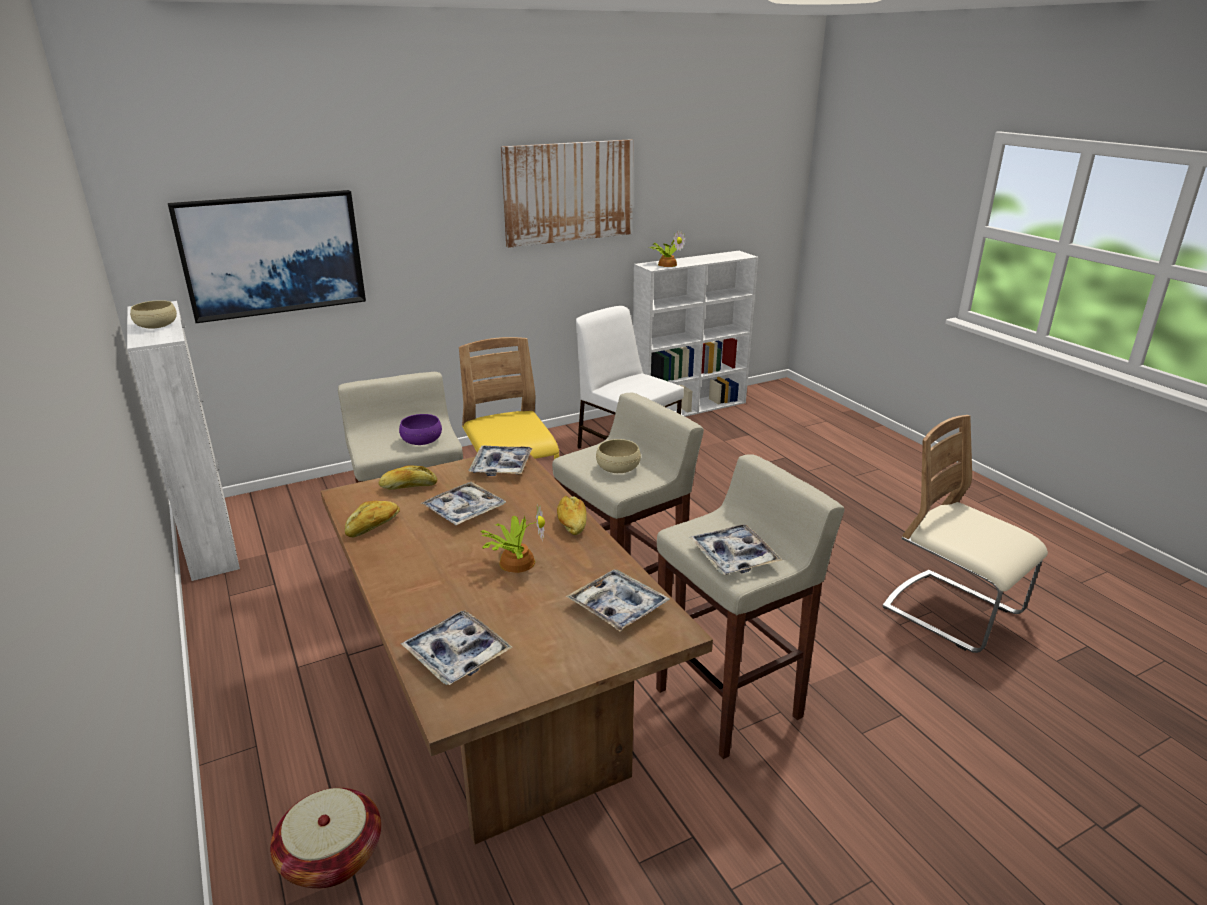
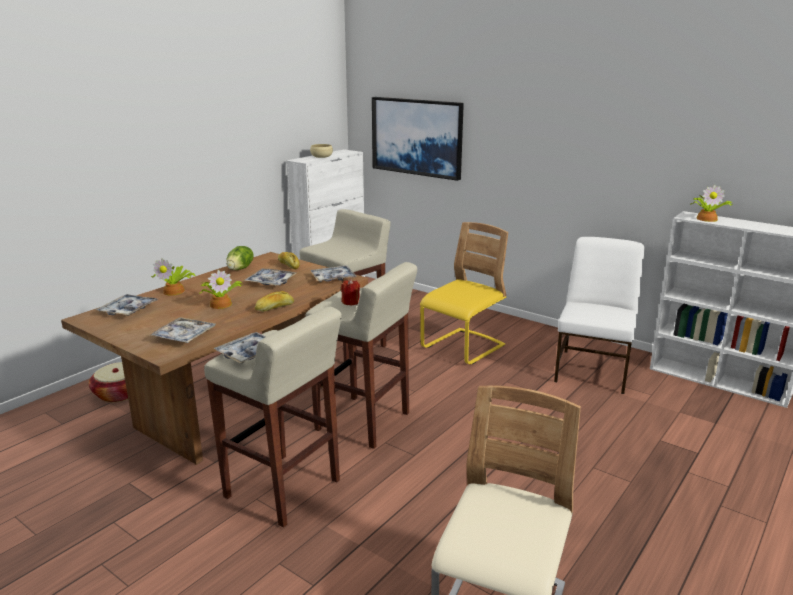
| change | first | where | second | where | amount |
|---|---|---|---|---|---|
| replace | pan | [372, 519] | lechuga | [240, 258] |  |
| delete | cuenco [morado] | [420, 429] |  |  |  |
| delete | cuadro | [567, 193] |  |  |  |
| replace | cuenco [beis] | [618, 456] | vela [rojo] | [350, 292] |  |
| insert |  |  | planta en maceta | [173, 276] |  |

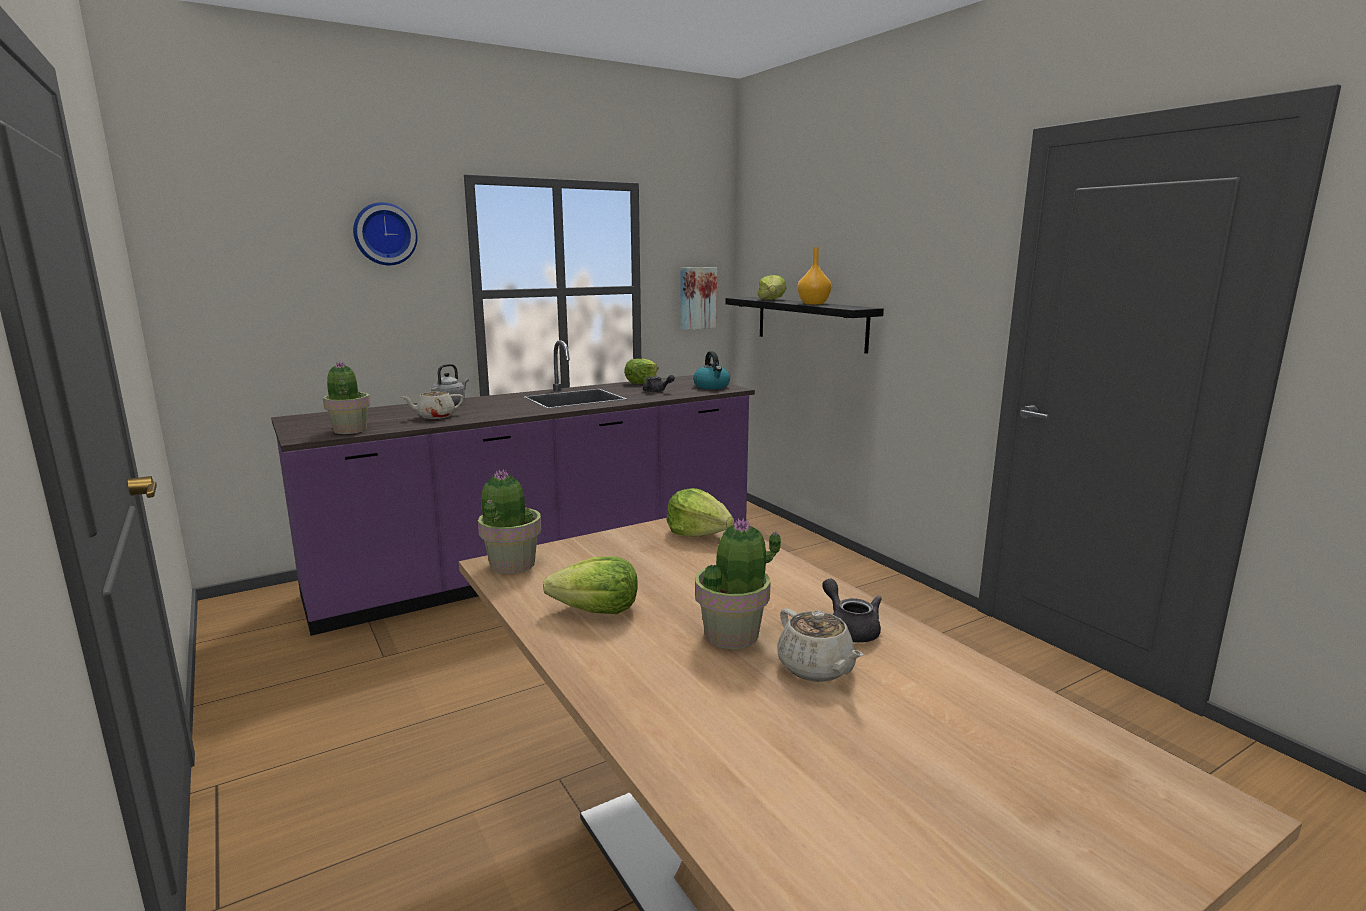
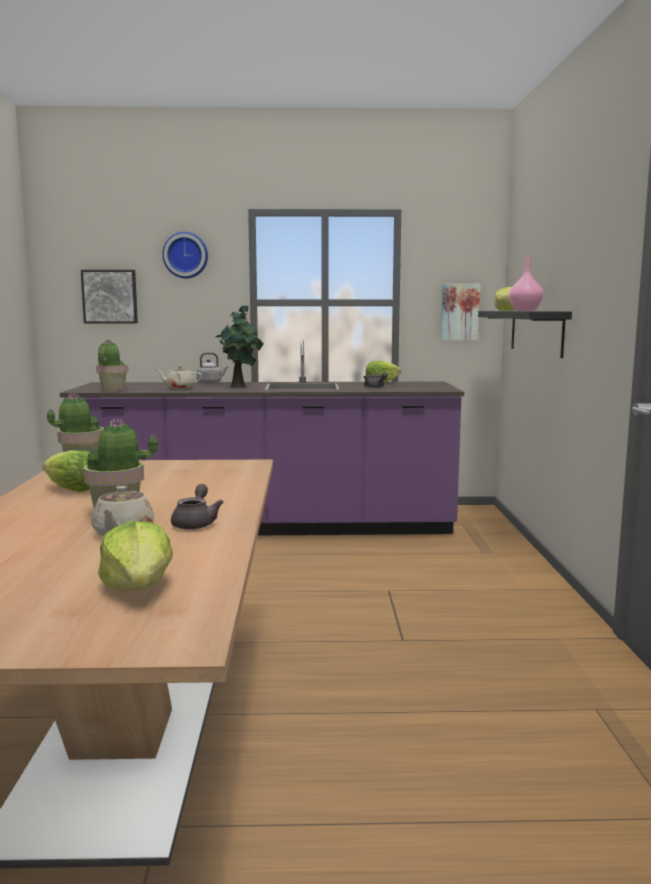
| change | first | where | second | where | amount |
|---|---|---|---|---|---|
| move | lechuga | [700, 512] |  | [135, 556] |  |
| delete | hervidor | [711, 370] |  |  |  |
| recolor | florero [naranja] | [814, 276] | florero [rosa] | [526, 283] |  |
| insert |  |  | cuadro | [109, 296] |  |
| insert |  |  | planta en maceta | [239, 347] |  |

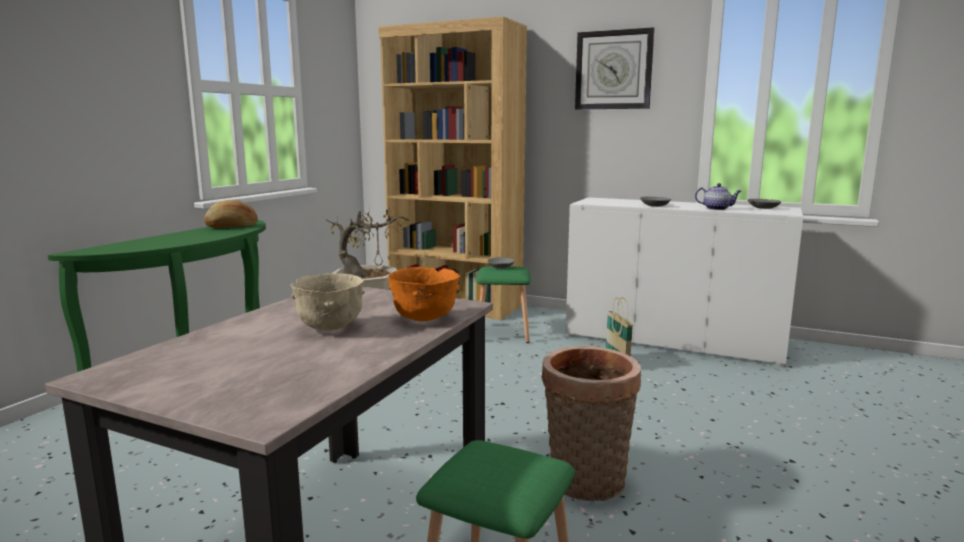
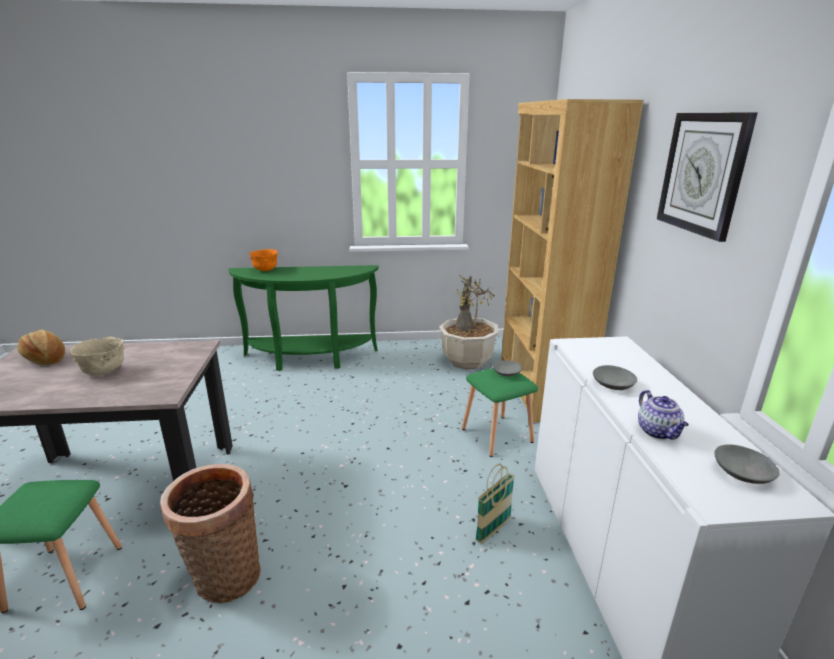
| change | first | where | second | where | amount |
|---|---|---|---|---|---|
| move | pan | [231, 214] |  | [41, 347] |  |
| move | cuenco [naranja] | [424, 294] |  | [264, 260] |  |

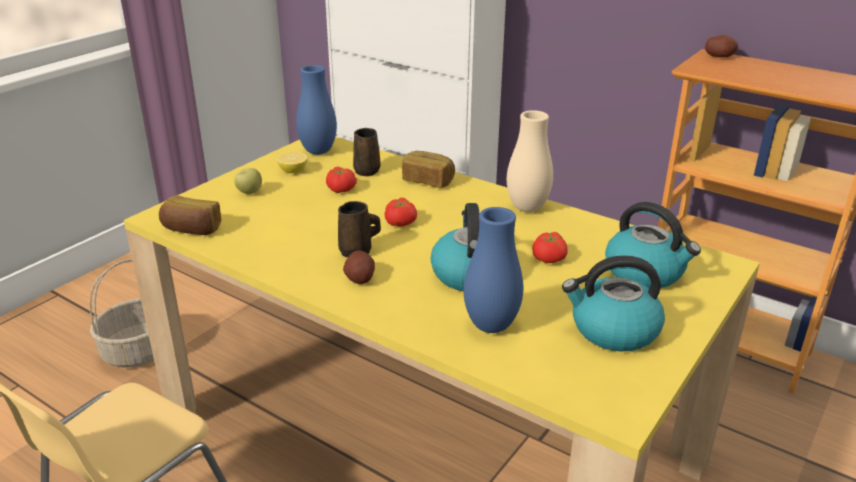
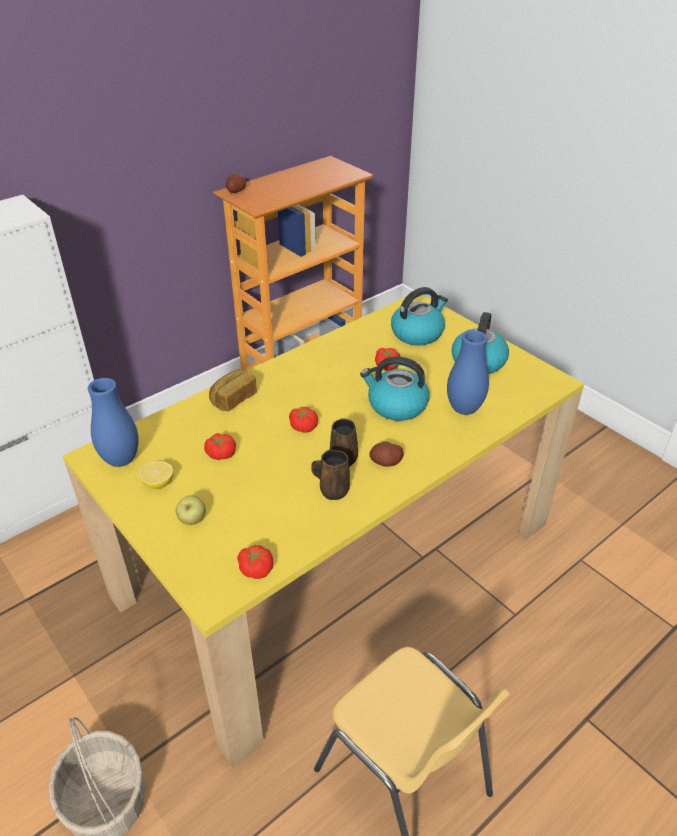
| change | first | where | second | where | amount |
|---|---|---|---|---|---|
| replace | pan | [190, 215] | tomate | [255, 562] |  |
| move | taza grande [marrón] | [366, 152] |  | [330, 475] |  |
| delete | florero [beis] | [530, 161] |  |  |  |

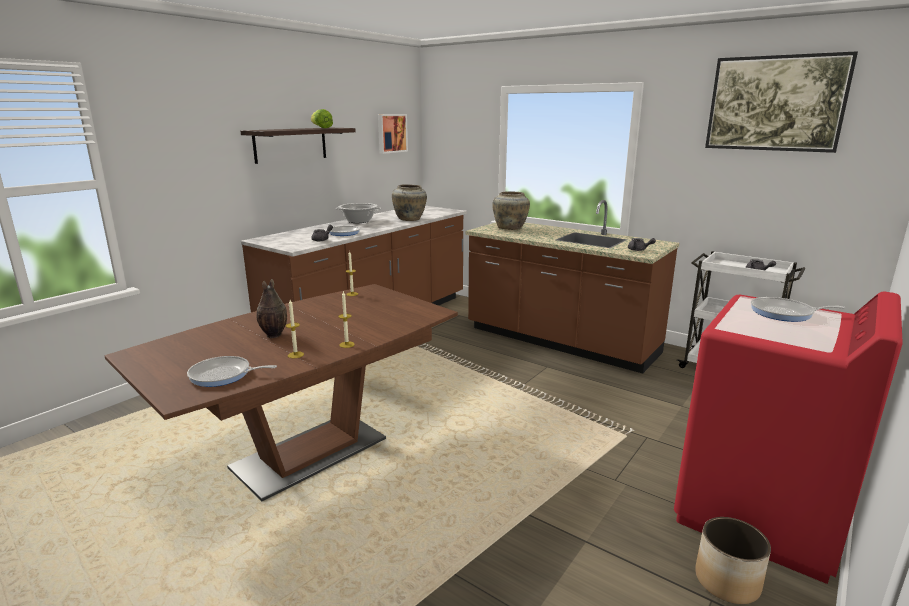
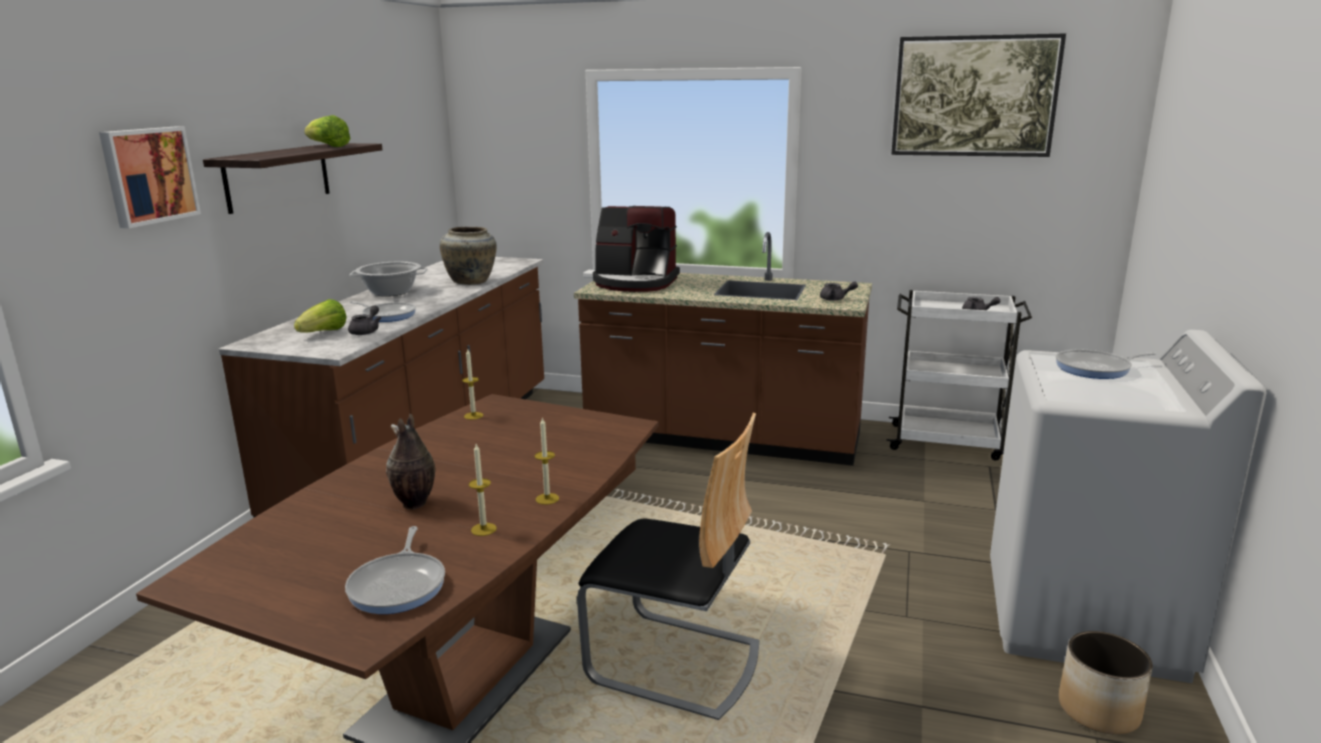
| change | first | where | second | where | amount |
|---|---|---|---|---|---|
| rotate | sartén | [232, 371] |  | [395, 570] | 75 degrees counterclockwise |
| move | cuadro | [393, 134] |  | [150, 177] |  |
| replace | florero [beis] | [511, 210] | cafetera | [636, 249] |  |
| recolor | lavadora [rojo] | [788, 438] | lavadora [blanco] | [1128, 506] |  |
| insert |  |  | lechuga | [320, 316] |  |
| insert |  |  | silla | [668, 566] |  |

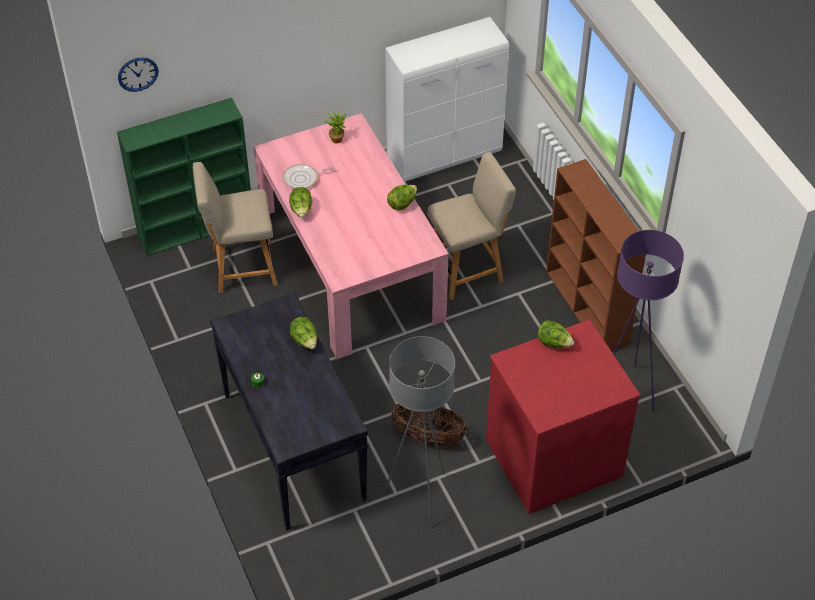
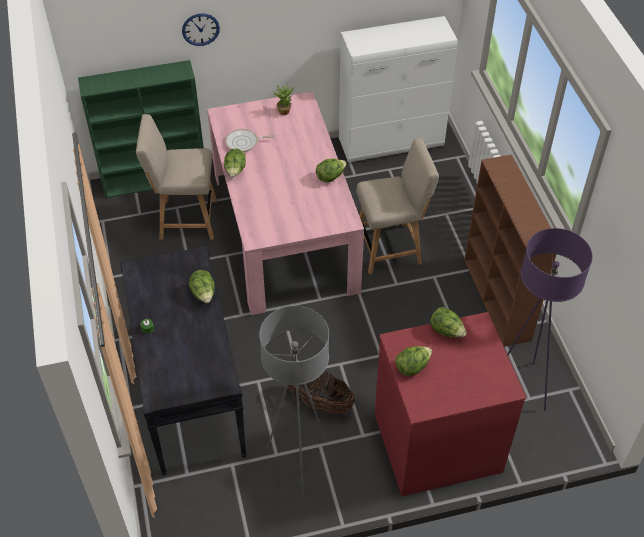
| change | first | where | second | where | amount |
|---|---|---|---|---|---|
| move | reloj de pared | [138, 74] |  | [201, 30] |  |
| insert |  |  | lechuga | [413, 361] |  |

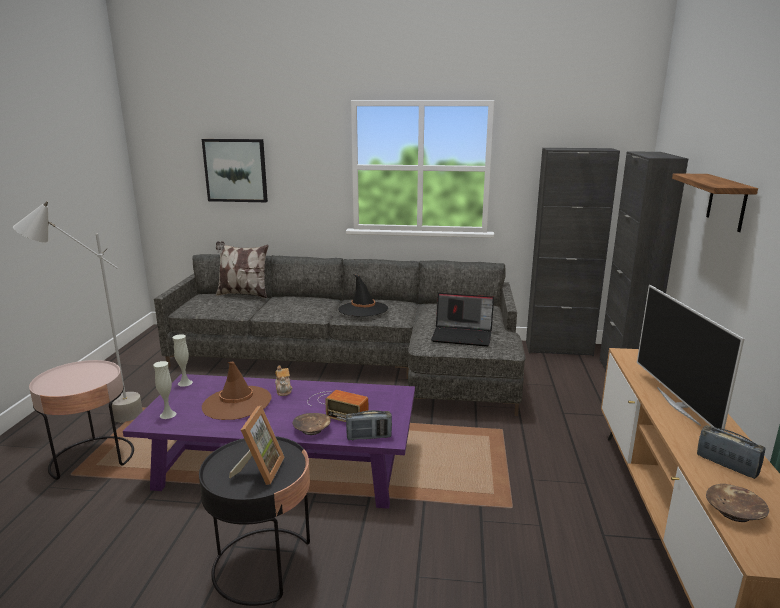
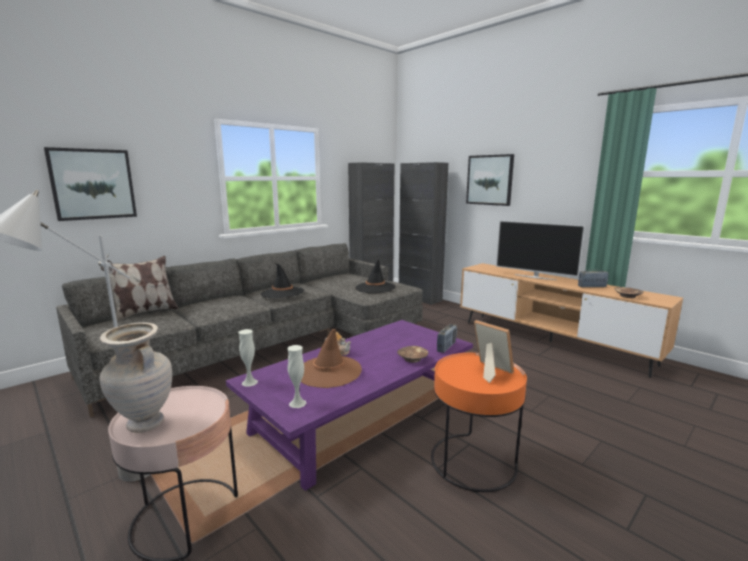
| change | first | where | second | where | amount |
|---|---|---|---|---|---|
| recolor | mesa auxiliar [negro] | [254, 521] | mesa auxiliar [naranja] | [479, 422] |  |
| delete | radio | [338, 406] |  |  |  |
| replace | portátil | [462, 320] | sombrero [negro] | [375, 276] |  |
| replace | estante | [715, 202] | cuadro | [490, 180] |  |
| insert |  |  | florero [beis] | [136, 377] |  |

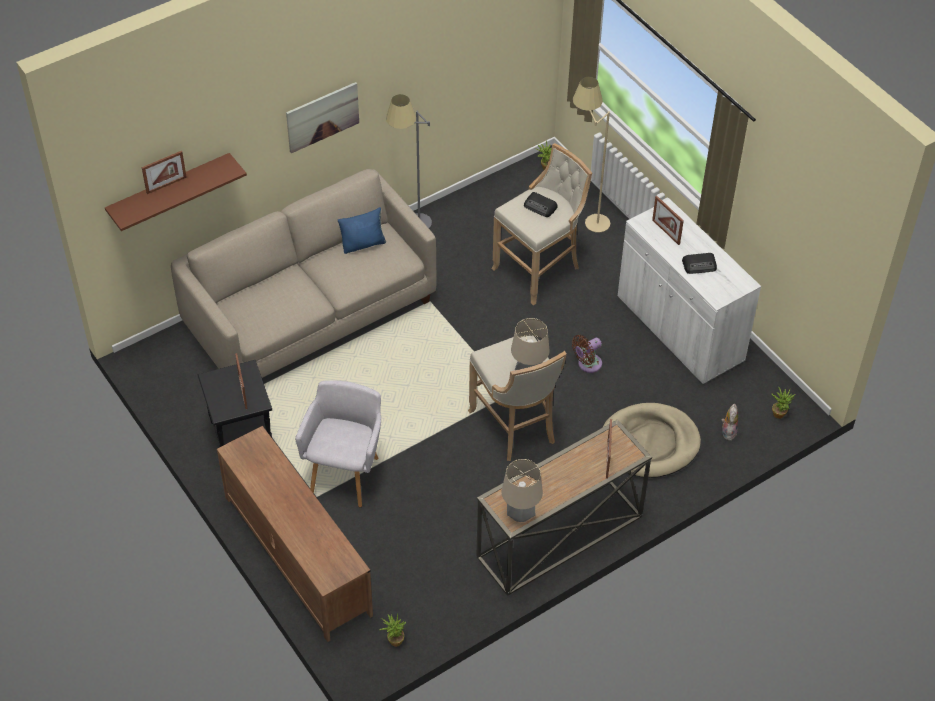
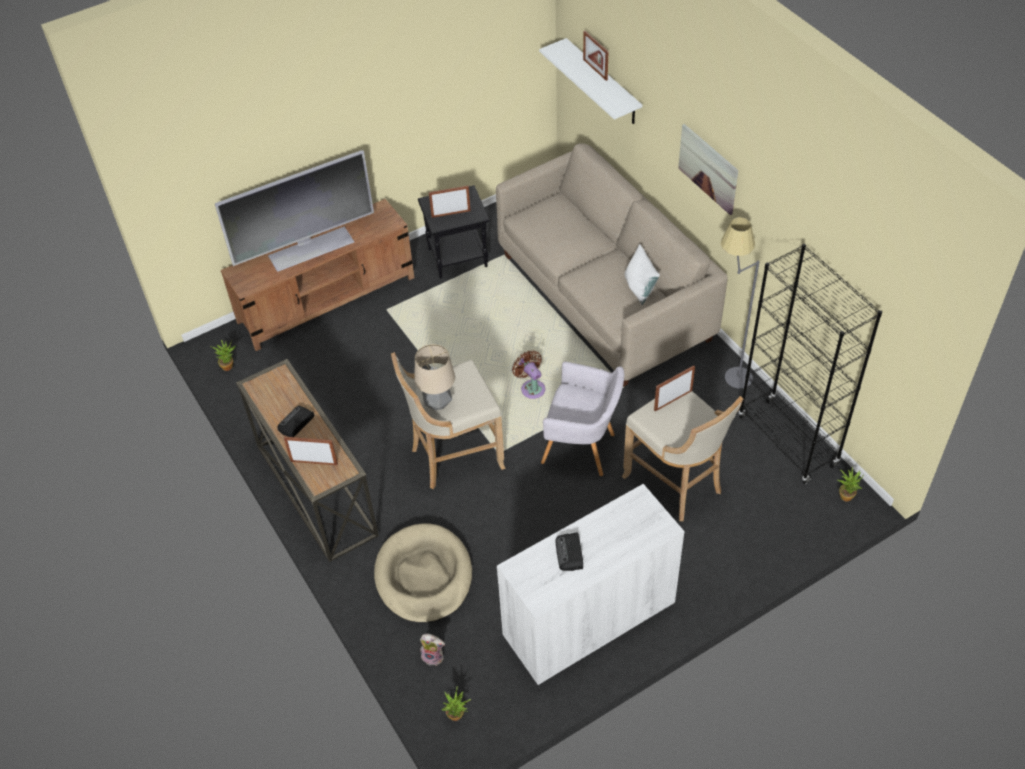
| change | first | where | second | where | amount |
|---|---|---|---|---|---|
| recolor | estante [marrón] | [176, 192] | estante [blanco] | [590, 81] |  |
| move | sillón [gris] | [338, 444] |  | [582, 419] |  |
| recolor | cojín [azul] | [362, 230] | cojín [blanco] | [642, 274] |  |
| delete | lámpara de mesa | [522, 490] |  |  |  |
| move | radio | [541, 204] |  | [295, 421] |  |
| move | ventilador [marrón] | [587, 354] |  | [529, 374] |  |
| delete | lámpara de pie [beis] | [591, 154] |  |  |  |
| move | portarretratos | [668, 220] |  | [674, 388] |  |
| insert |  |  | televisor | [294, 211] |  |
| insert |  |  | estantería [negro] | [810, 364] |  |

